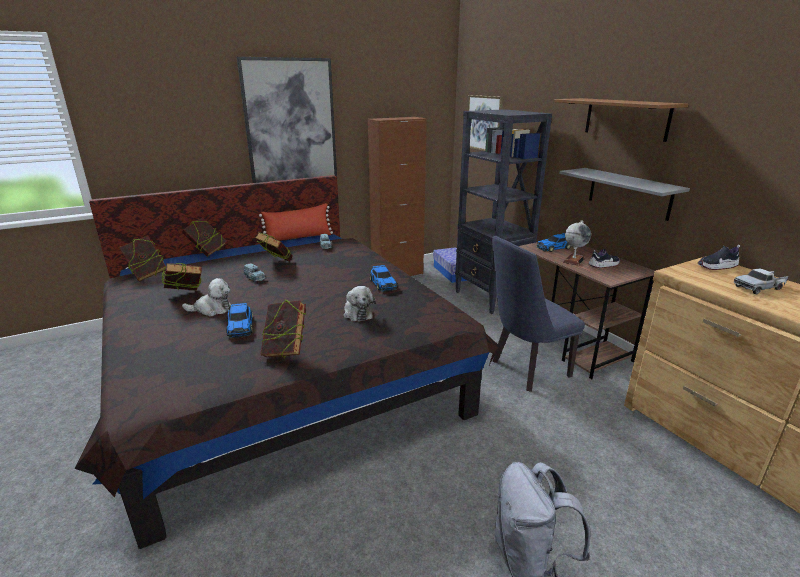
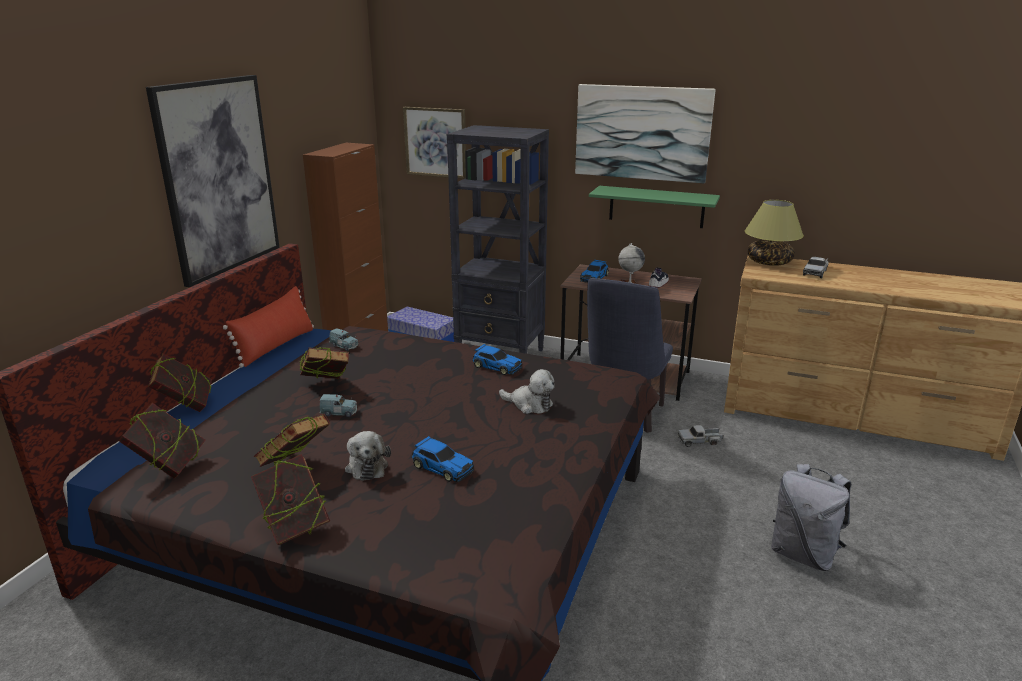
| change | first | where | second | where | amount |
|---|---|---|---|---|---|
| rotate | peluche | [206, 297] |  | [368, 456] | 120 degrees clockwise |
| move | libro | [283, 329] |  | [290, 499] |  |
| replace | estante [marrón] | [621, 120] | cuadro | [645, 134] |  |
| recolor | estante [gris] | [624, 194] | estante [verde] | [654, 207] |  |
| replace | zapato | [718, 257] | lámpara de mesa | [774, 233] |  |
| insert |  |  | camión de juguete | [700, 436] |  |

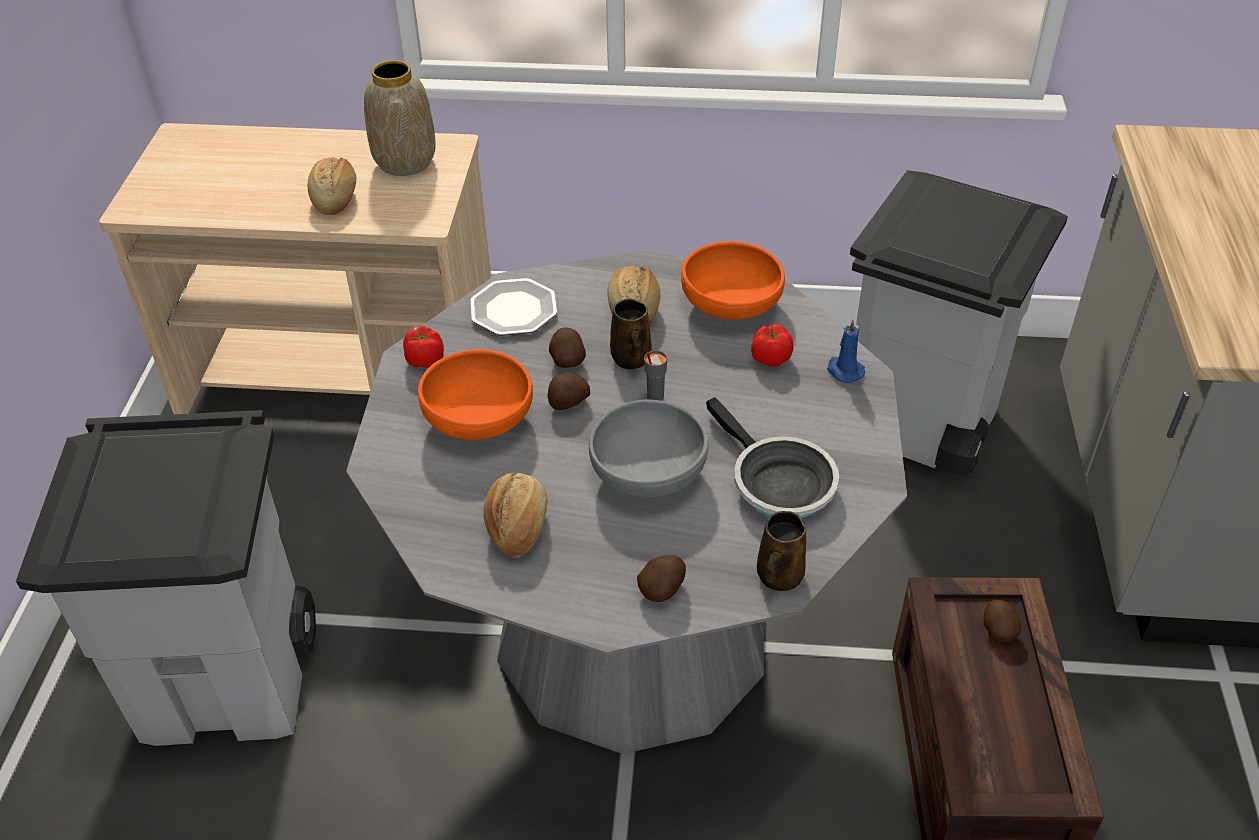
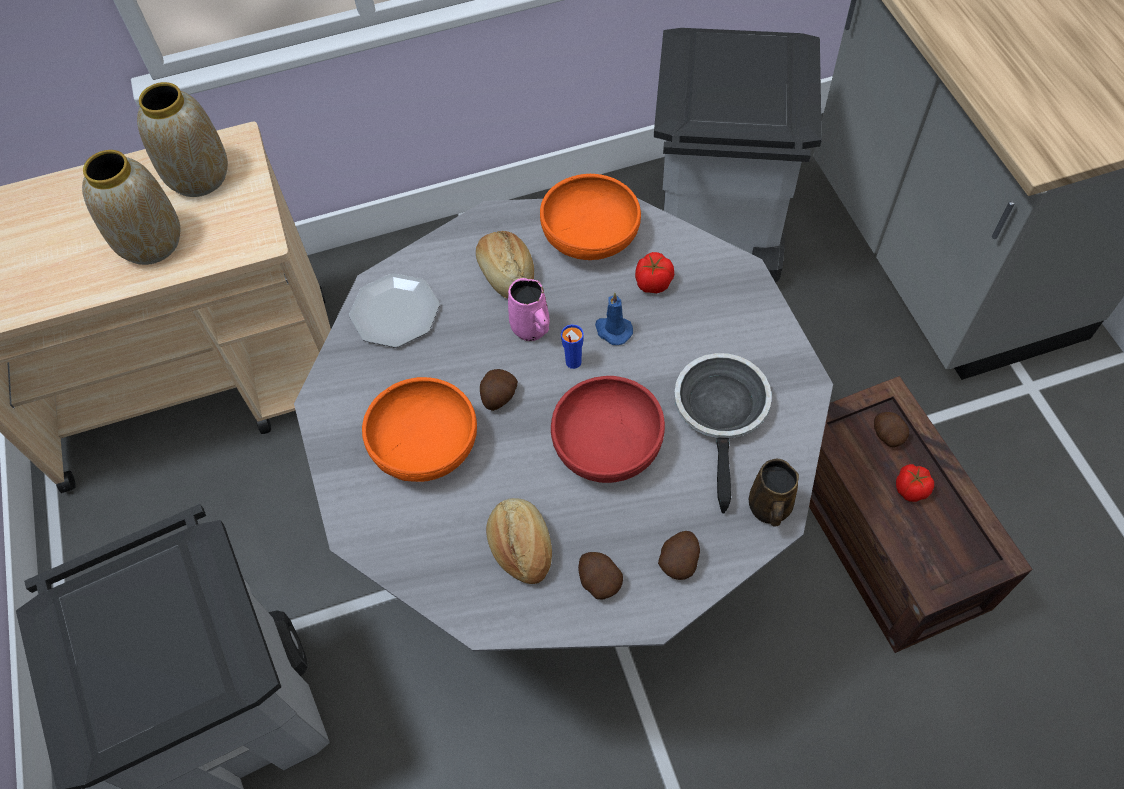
| change | first | where | second | where | amount |
|---|---|---|---|---|---|
| replace | pan | [332, 186] | florero | [131, 207] |  |
| move | tomate | [423, 347] |  | [915, 483] |  |
| move | patata | [567, 347] |  | [600, 575] |  |
| recolor | cuenco [gris] | [649, 448] | cuenco [rojo] | [608, 429] |  |
| recolor | taza grande [marrón] | [631, 333] | taza grande [rosa] | [529, 309] |  |
| recolor | taza [gris] | [655, 375] | taza [azul] | [572, 347] |  |
| rotate | sartén | [772, 457] |  | [723, 433] | 120 degrees counterclockwise |
| move | vela [azul] | [846, 351] |  | [614, 318] |  |

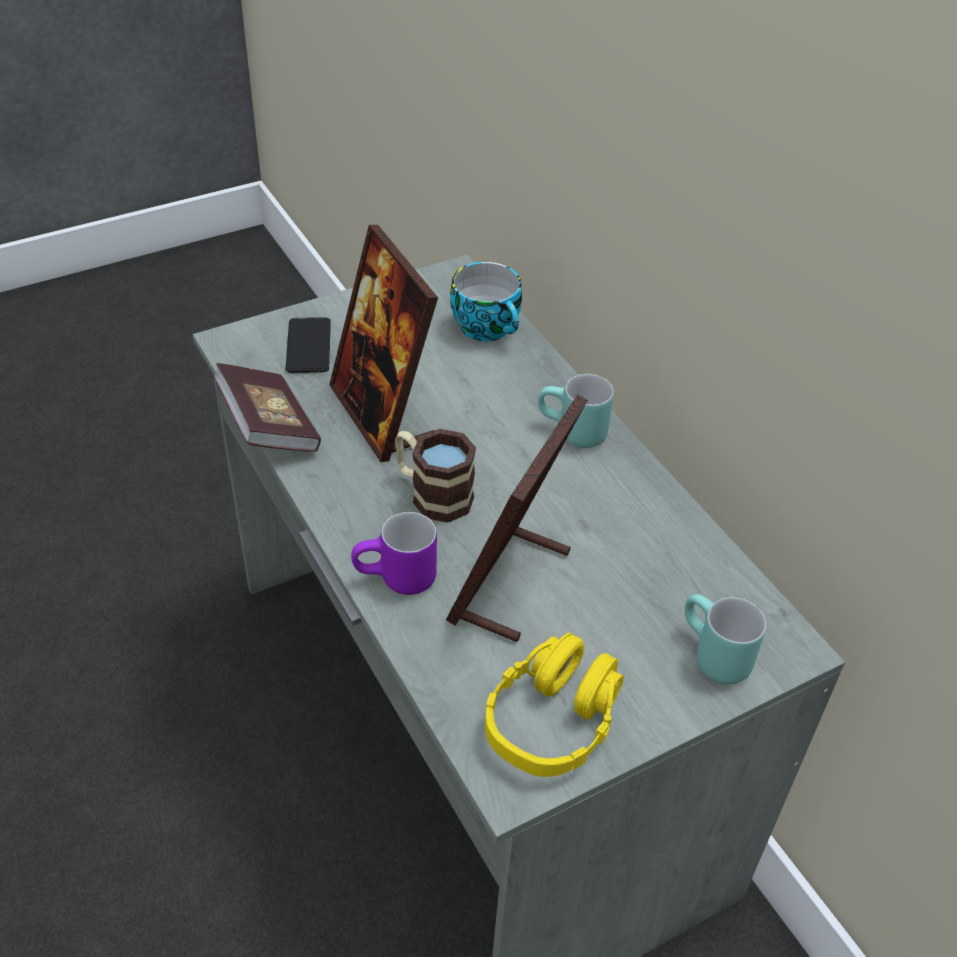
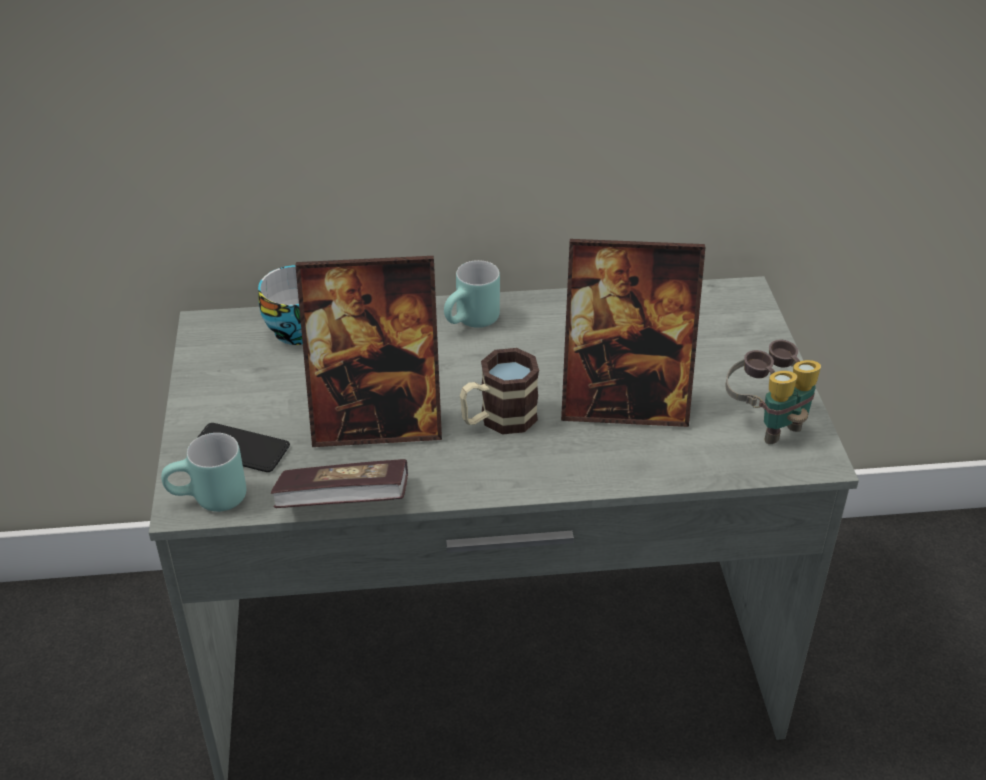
| change | first | where | second | where | amount |
|---|---|---|---|---|---|
| delete | taza grande [morado] | [394, 553] |  |  |  |
| rotate | portarretratos | [517, 518] |  | [633, 333] | 45 degrees counterclockwise |
| replace | auriculares [amarillo] | [554, 705] | prismáticos | [773, 392] |  |
| move | taza grande [turquesa] | [725, 639] |  | [203, 472] |  |

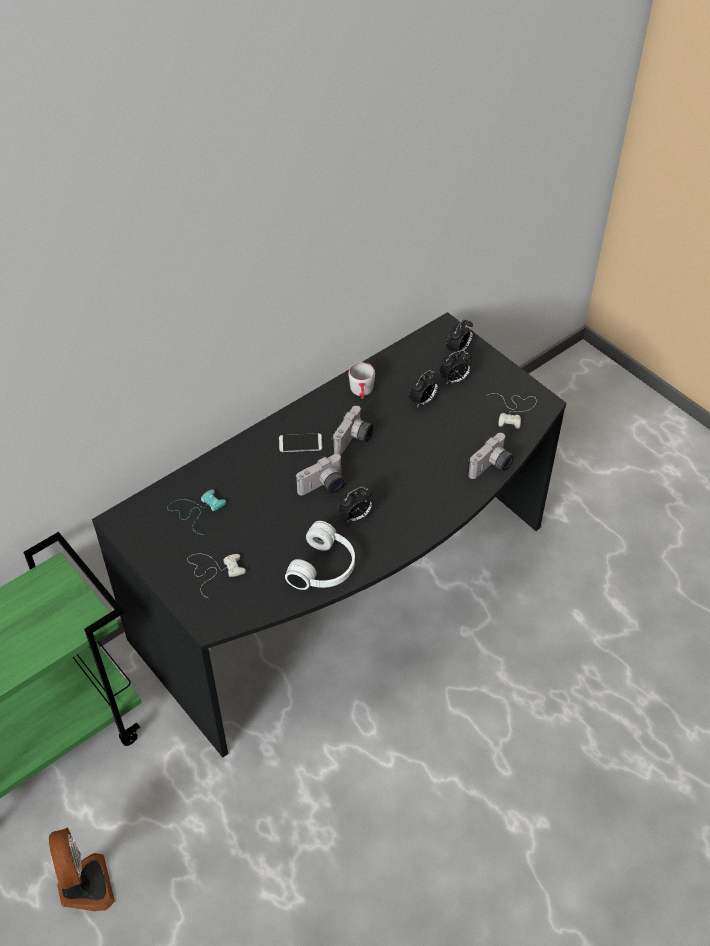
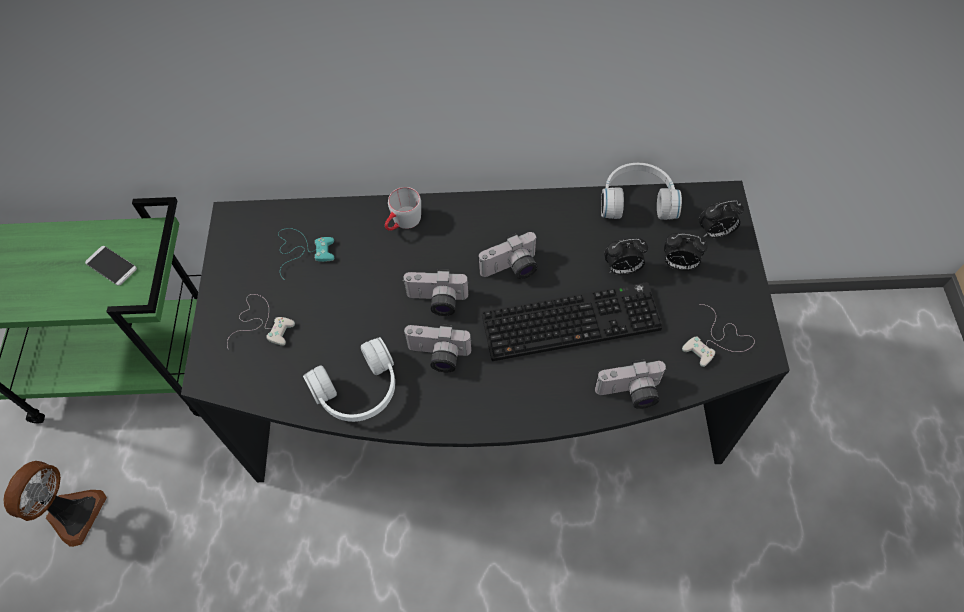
| change | first | where | second | where | amount |
|---|---|---|---|---|---|
| move | móvil | [300, 442] |  | [111, 266] |  |
| replace | despertador | [355, 504] | cámara | [437, 348] |  |
| move | taza grande [gris] | [361, 380] |  | [403, 209] |  |
| insert |  |  | teclado | [572, 321] |  |
| insert |  |  | auriculares [blanco] | [641, 191] |  |

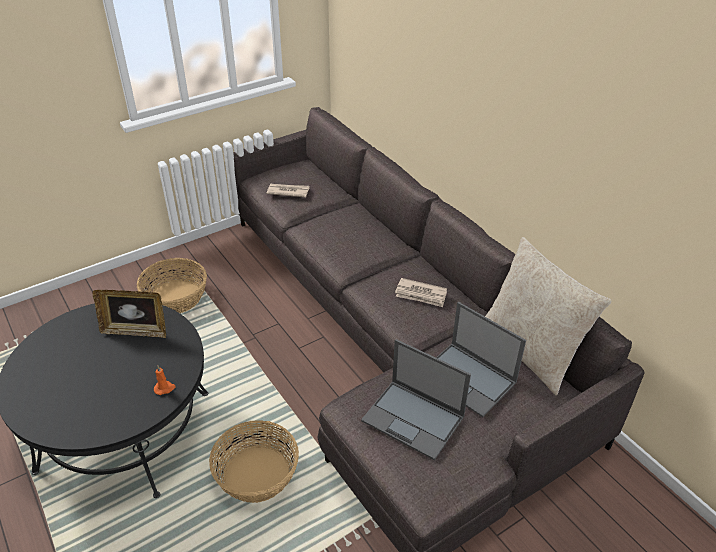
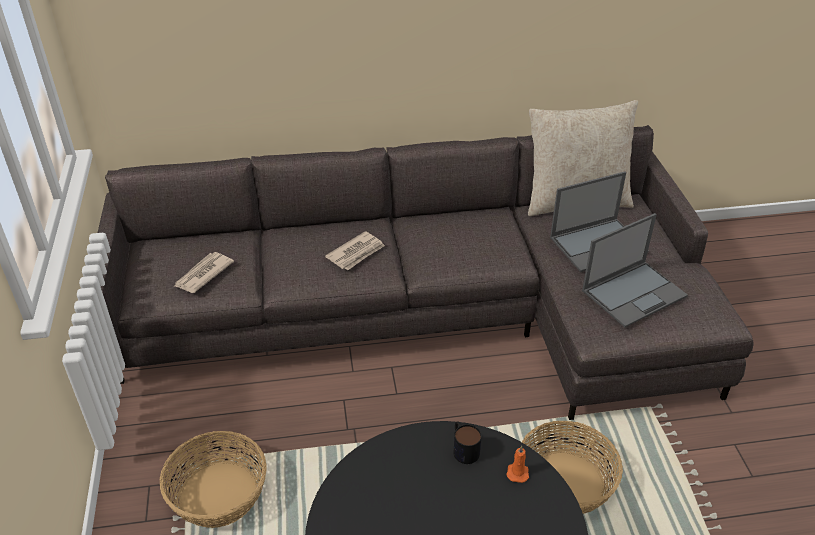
| change | first | where | second | where | amount |
|---|---|---|---|---|---|
| delete | portarretratos | [129, 314] |  |  |  |
| move | periódico | [421, 292] |  | [355, 250] |  |
| insert |  |  | taza grande | [468, 442] |  |

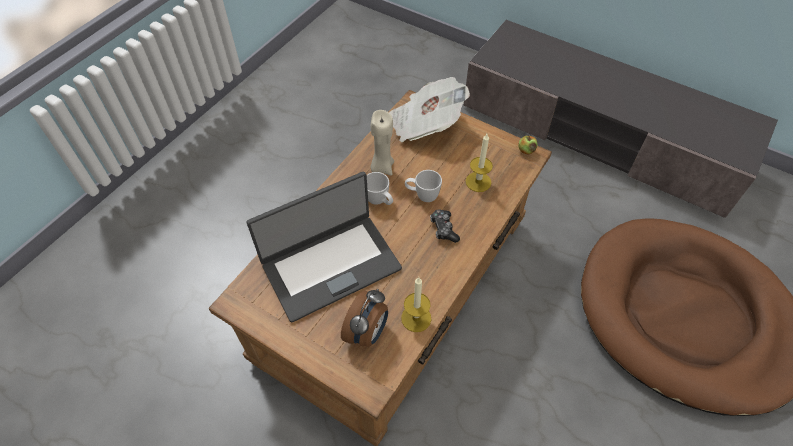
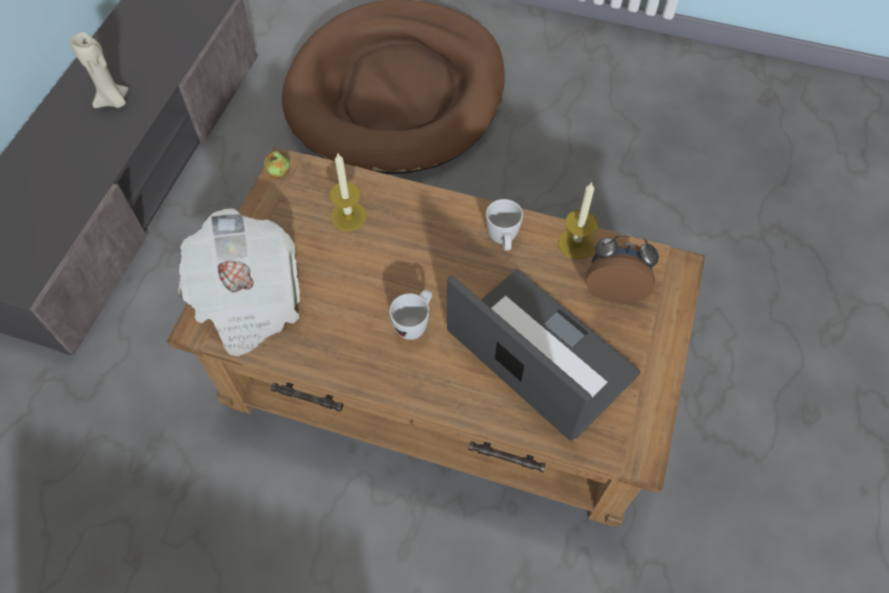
| change | first | where | second | where | amount |
|---|---|---|---|---|---|
| move | vela [beis] | [382, 142] |  | [99, 70] |  |
| move | taza grande [blanco] | [423, 186] |  | [504, 225] |  |
| delete | mando de consola | [445, 226] |  |  |  |

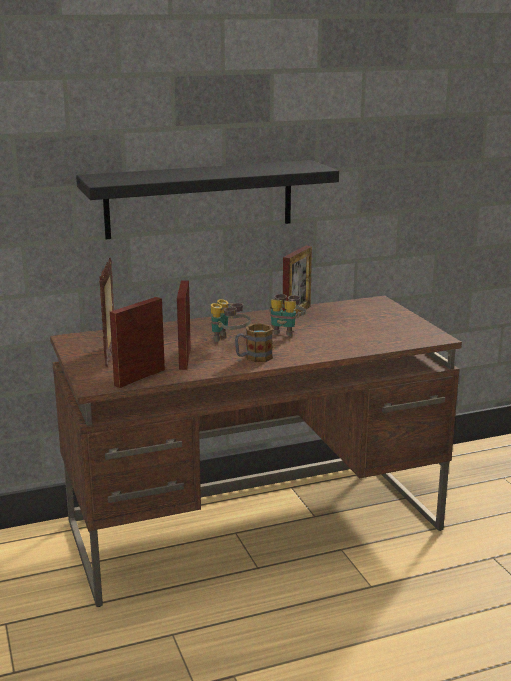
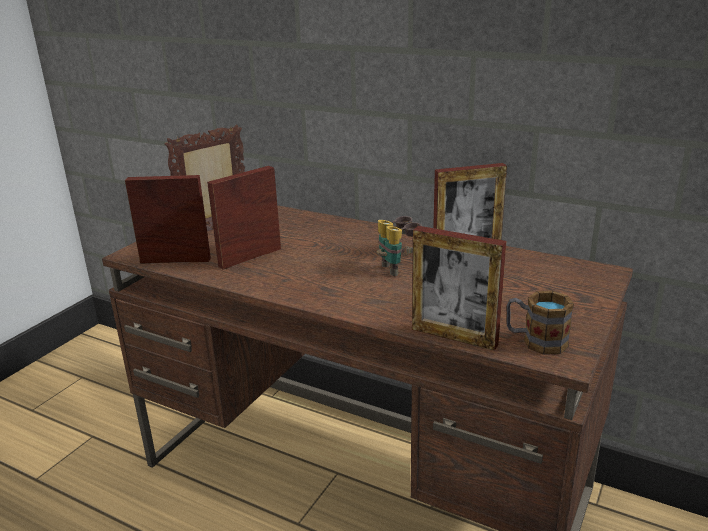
| change | first | where | second | where | amount |
|---|---|---|---|---|---|
| delete | estante [negro] | [207, 199] |  |  |  |
| delete | prismáticos | [230, 320] |  |  |  |
| move | taza grande | [254, 342] |  | [540, 323] |  |
| insert |  |  | portarretratos | [459, 288] |  |

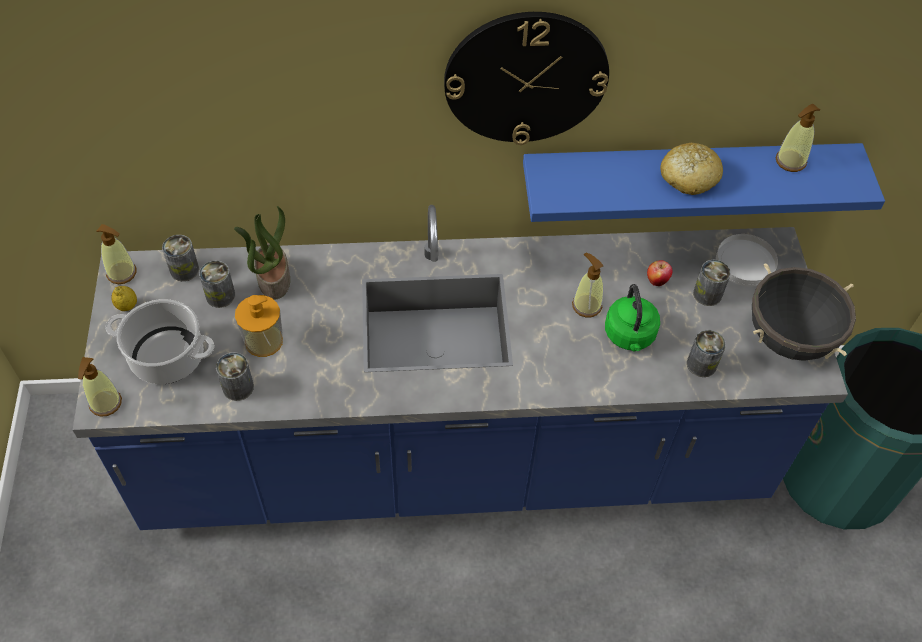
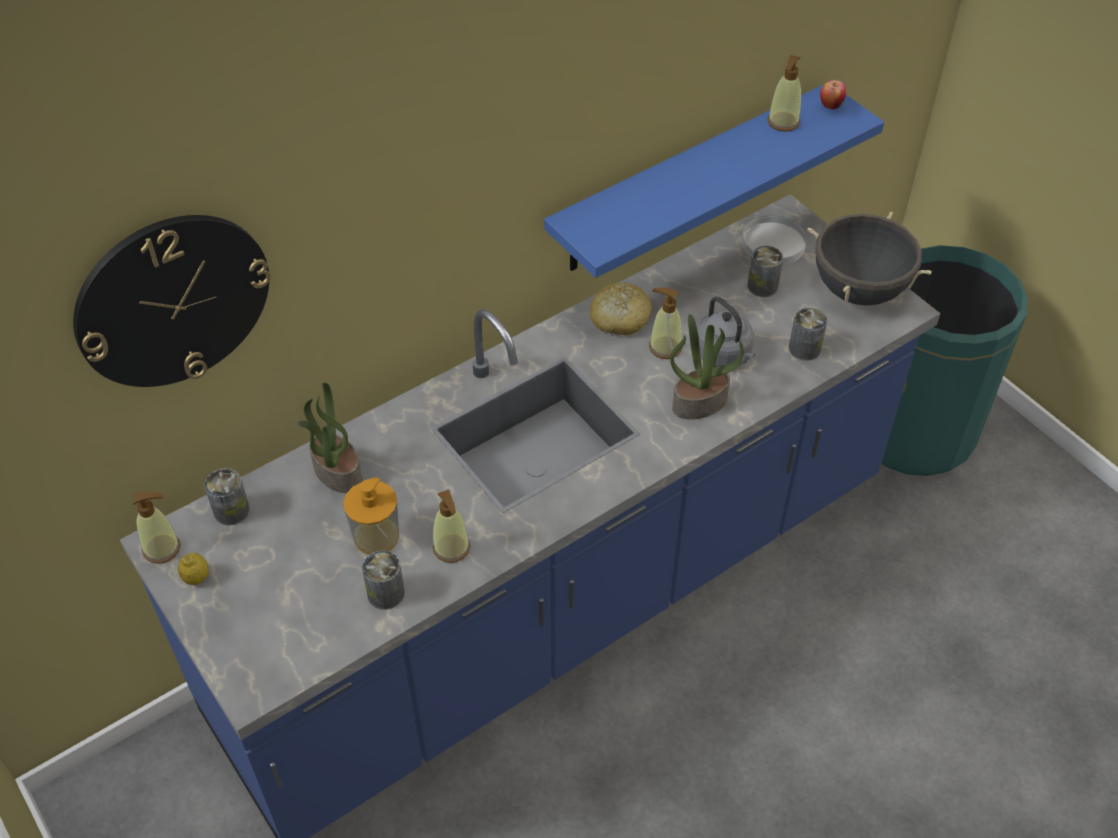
| change | first | where | second | where | amount |
|---|---|---|---|---|---|
| move | dispensador de jabón | [100, 387] |  | [451, 526] |  |
| delete | olla | [159, 341] |  |  |  |
| delete | lata | [217, 284] |  |  |  |
| move | reloj de pared | [526, 78] |  | [172, 301] |  |
| recolor | hervidor [verde] | [632, 317] | hervidor [gris] | [726, 331] |  |
| move | manzana | [659, 273] |  | [833, 95] |  |
| move | pan | [691, 169] |  | [621, 309] |  |
| insert |  |  | planta en maceta | [707, 367] |  |

